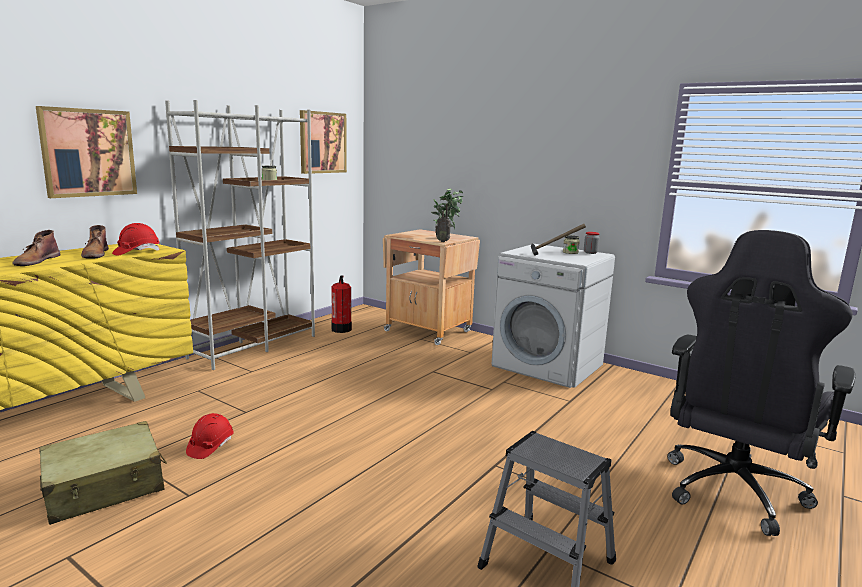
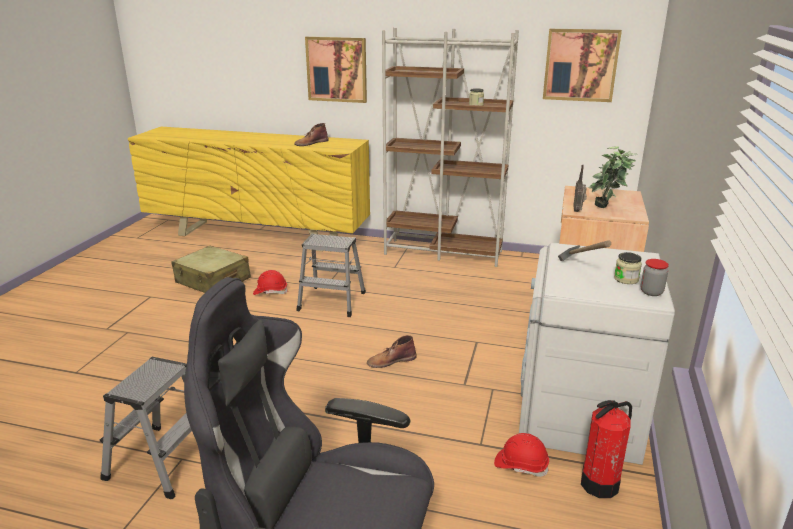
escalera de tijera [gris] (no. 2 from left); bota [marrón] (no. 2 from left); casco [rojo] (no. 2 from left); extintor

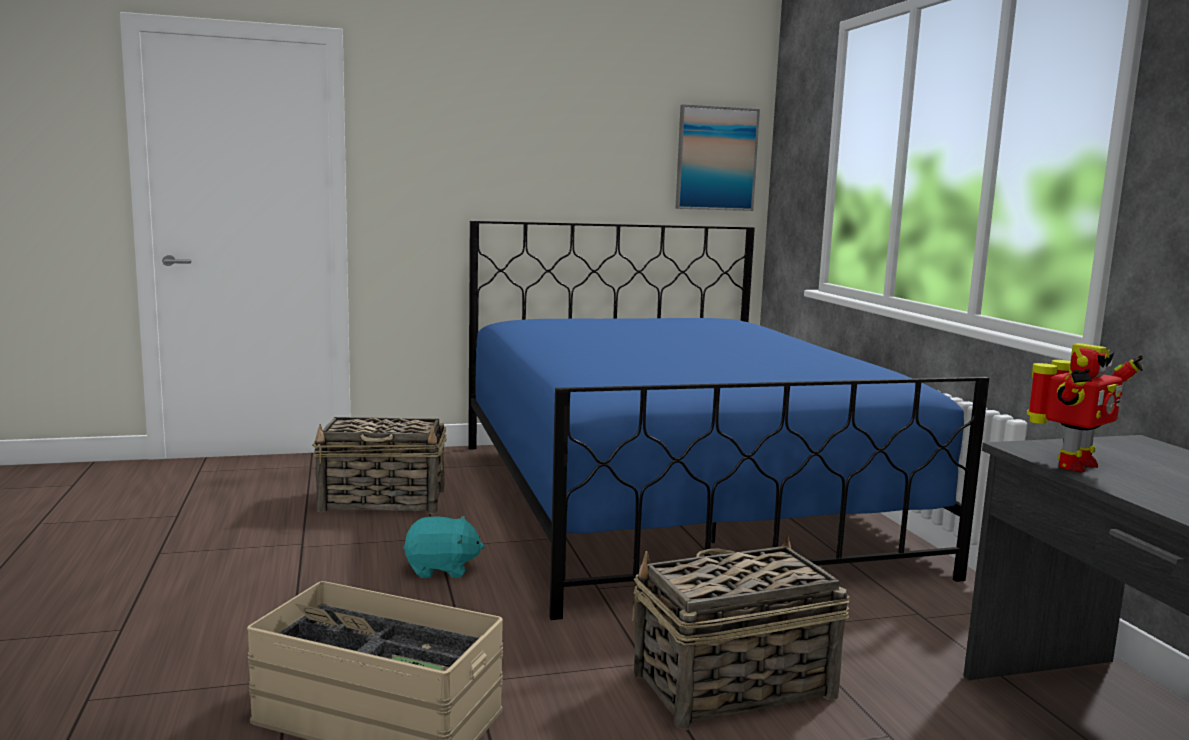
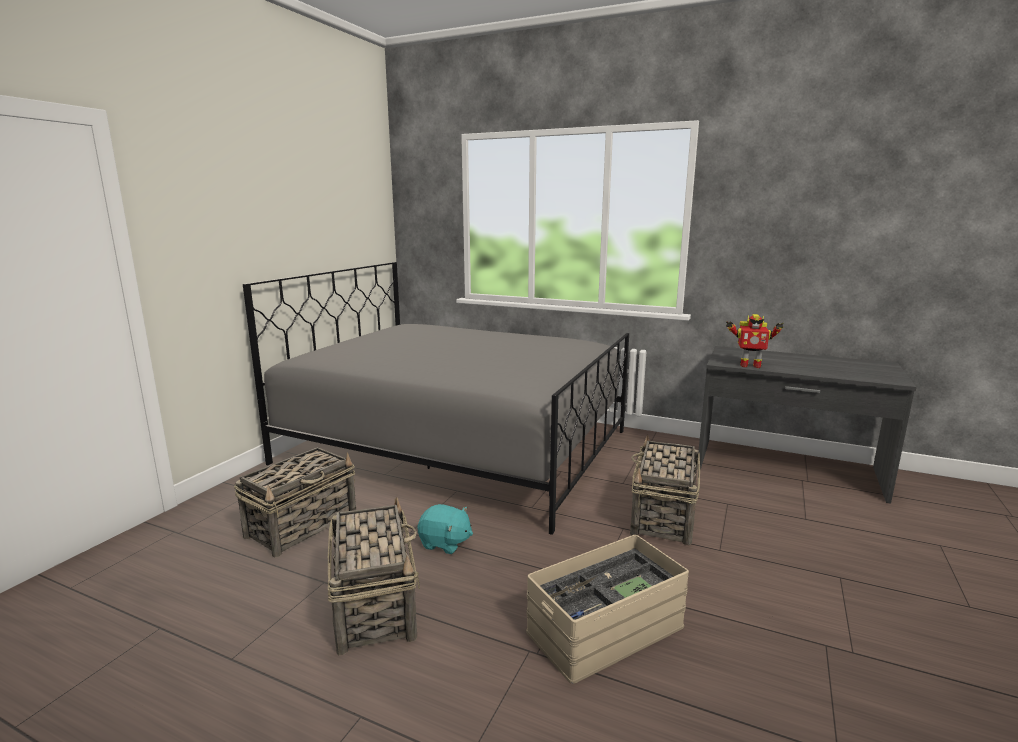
cama [gris]; cesta (no. 2 from left); peluche [turquesa]; robot de juguete; cuadro

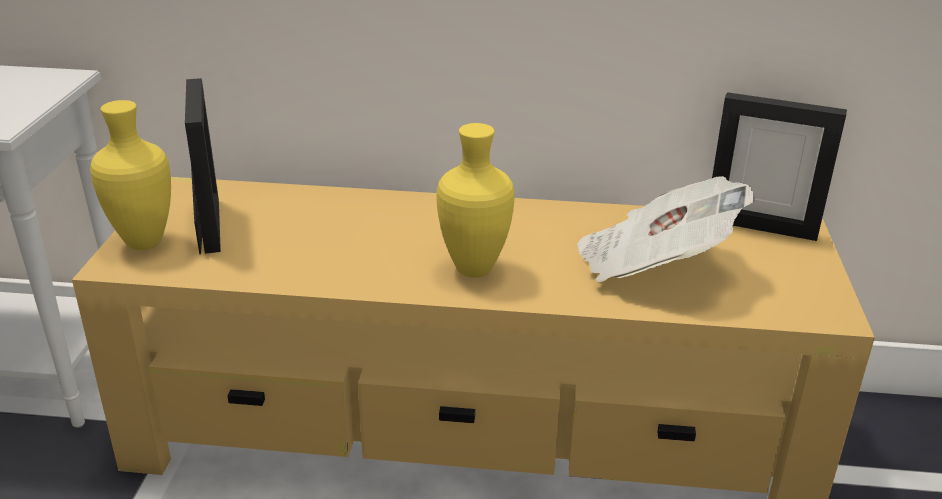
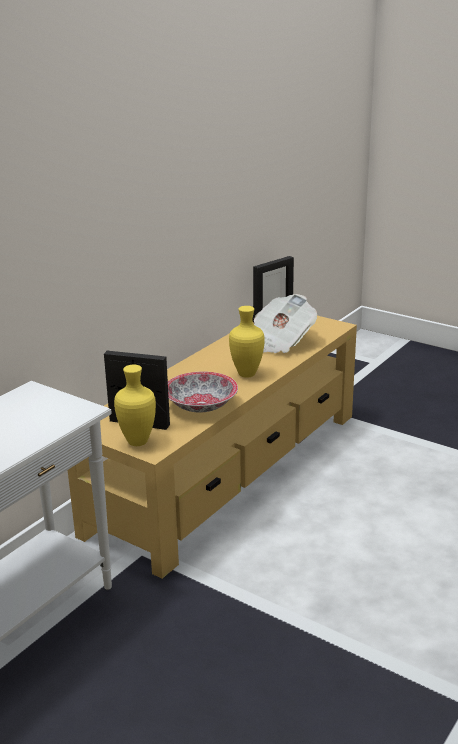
cuenco

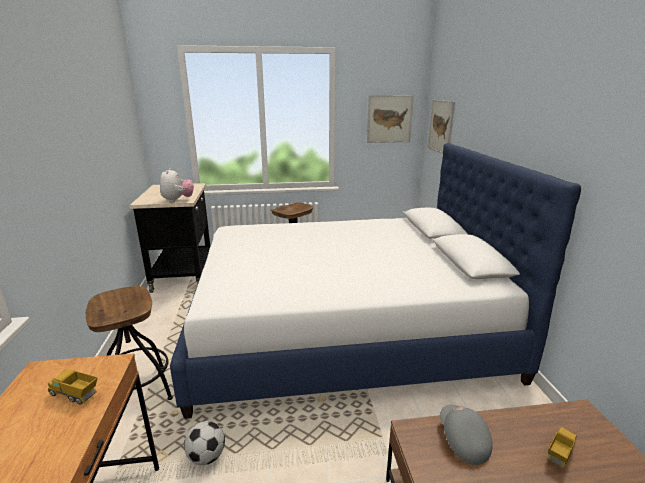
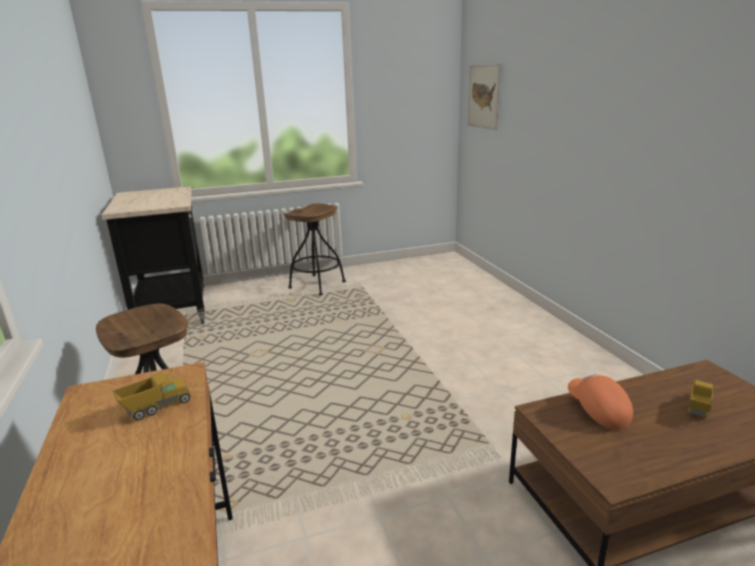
camión de juguete (no. 1 from left); gorra [naranja]; peluche; cama [blanco]; balón de fútbol; cuadro (no. 1 from left in the first image)

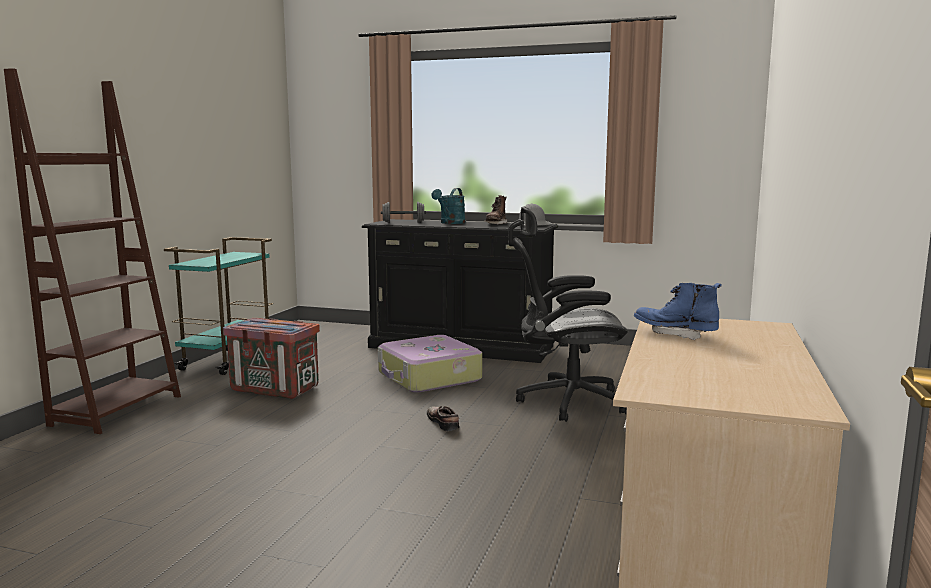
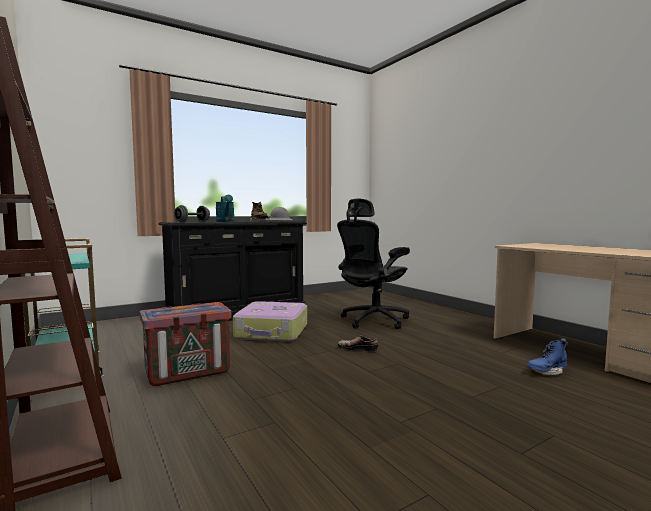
bota [azul]

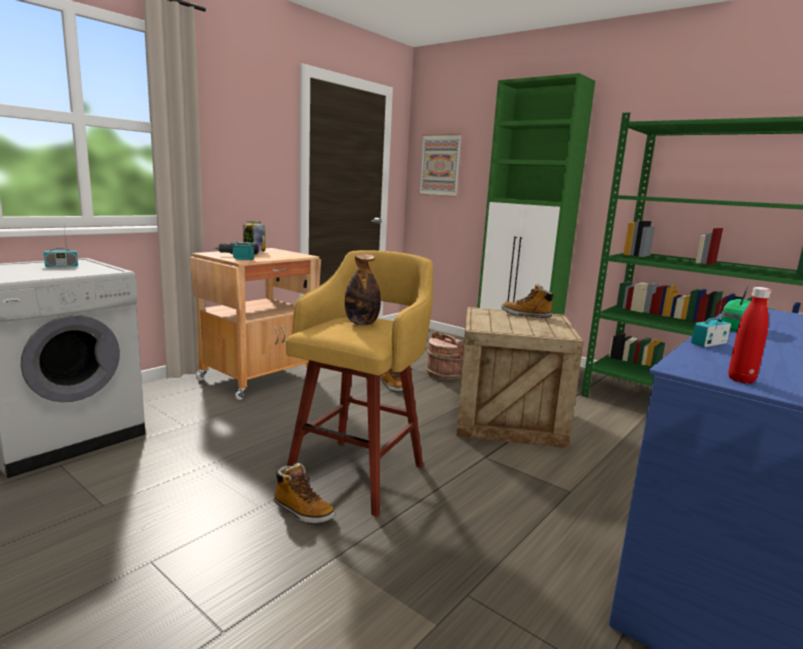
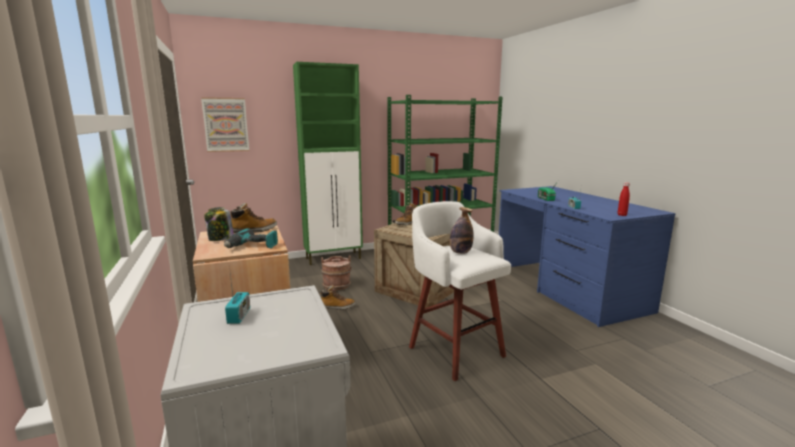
bota (no. 1 from left); taburete [blanco]

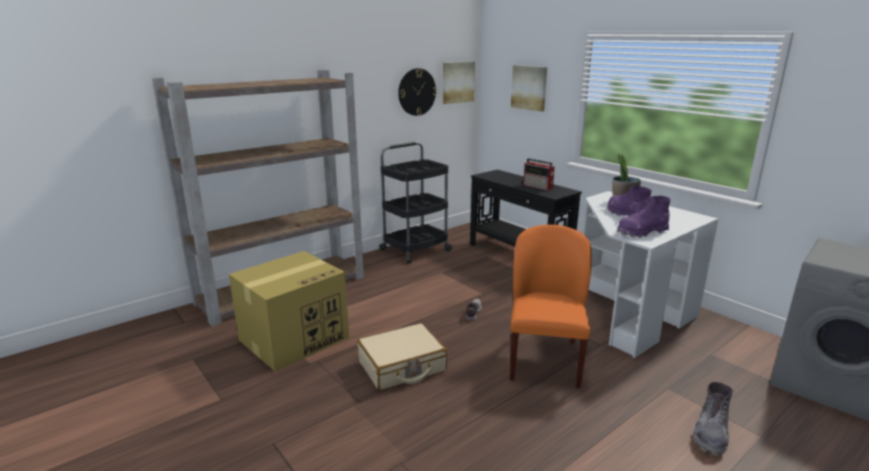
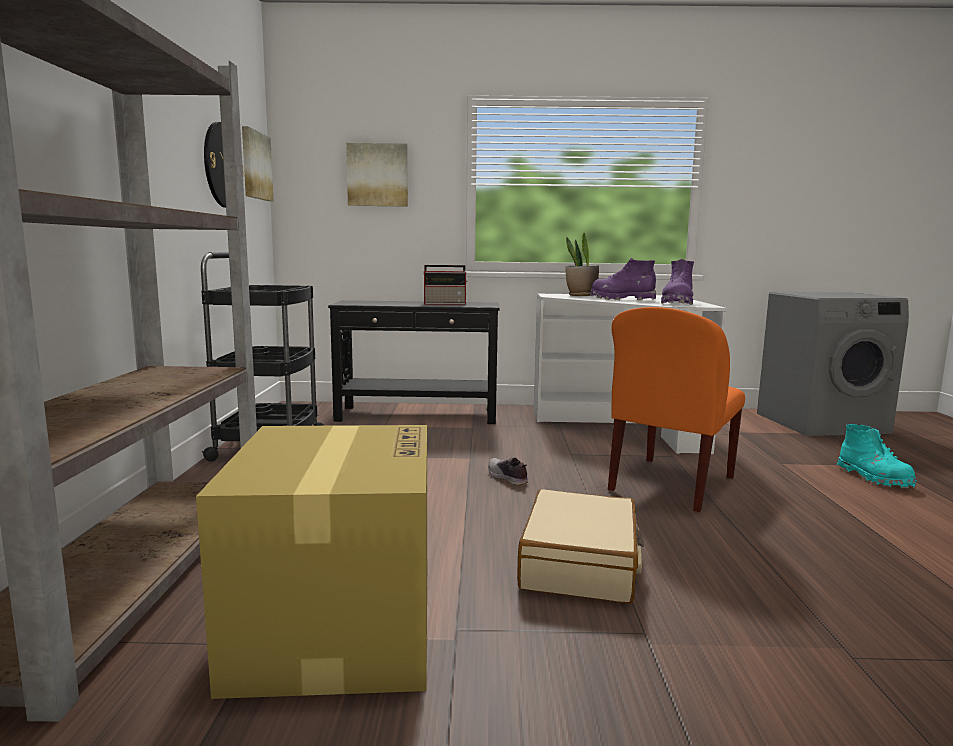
silla [naranja]; bota [turquesa]

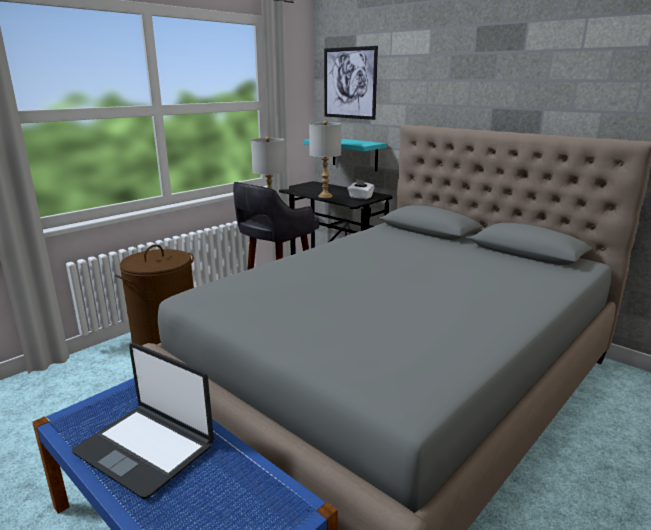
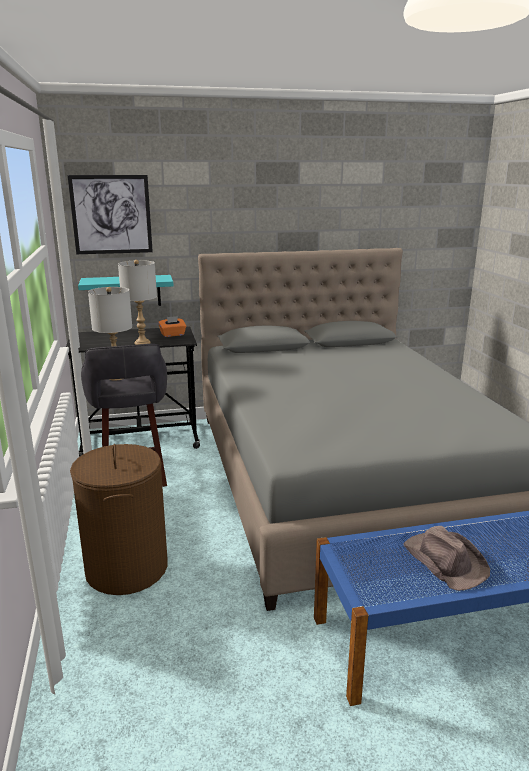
caja de pañuelos [naranja]; sombrero [marrón]

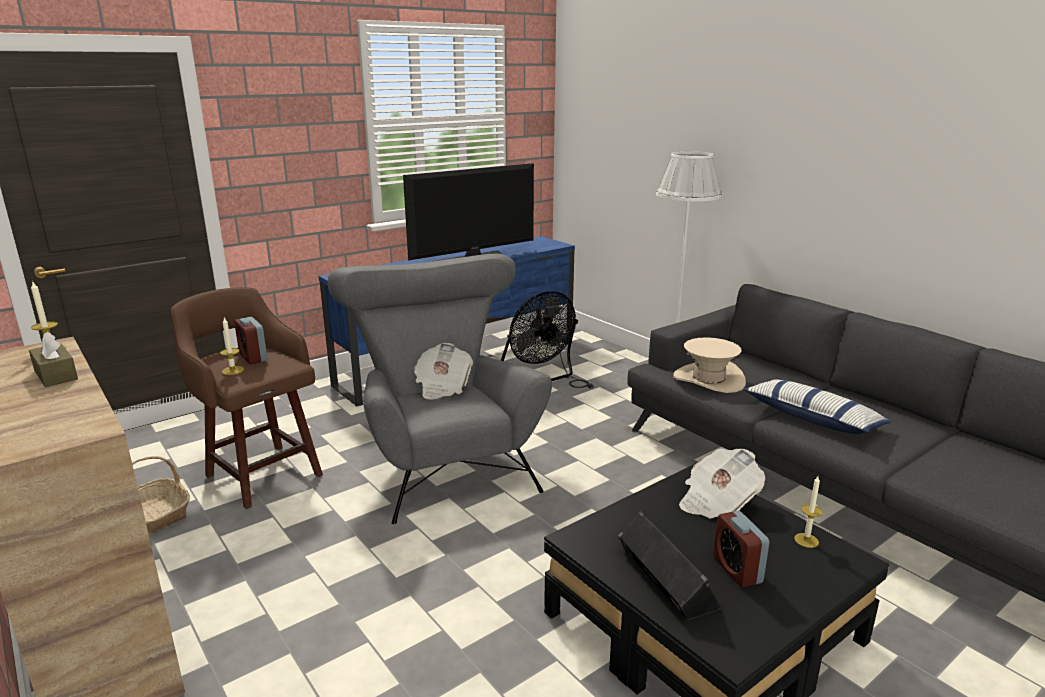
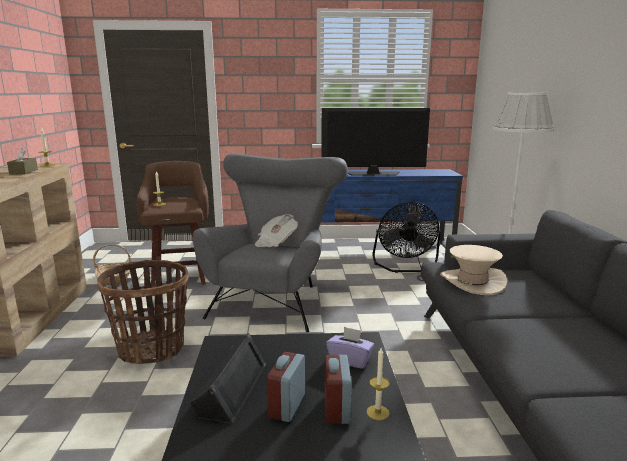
cesta (no. 2 from left); despertador (no. 2 from left); caja de pañuelos [morado]; cojín

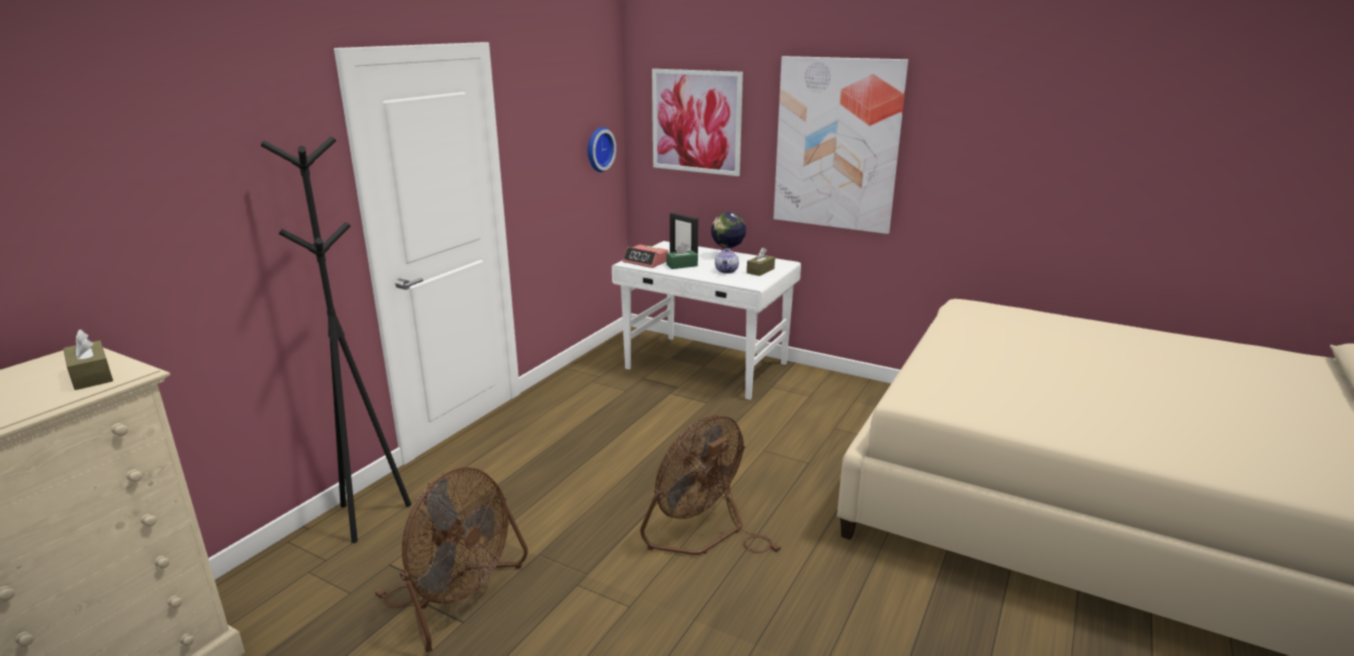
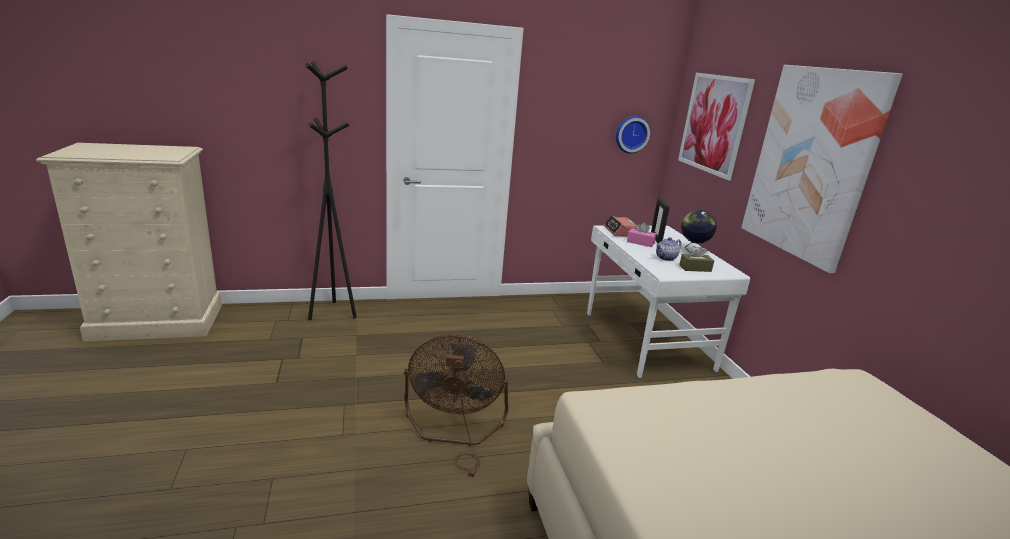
caja de pañuelos [rosa]; caja de pañuelos [marrón] (no. 1 from left in the first image); ventilador [marrón] (no. 1 from left in the first image)

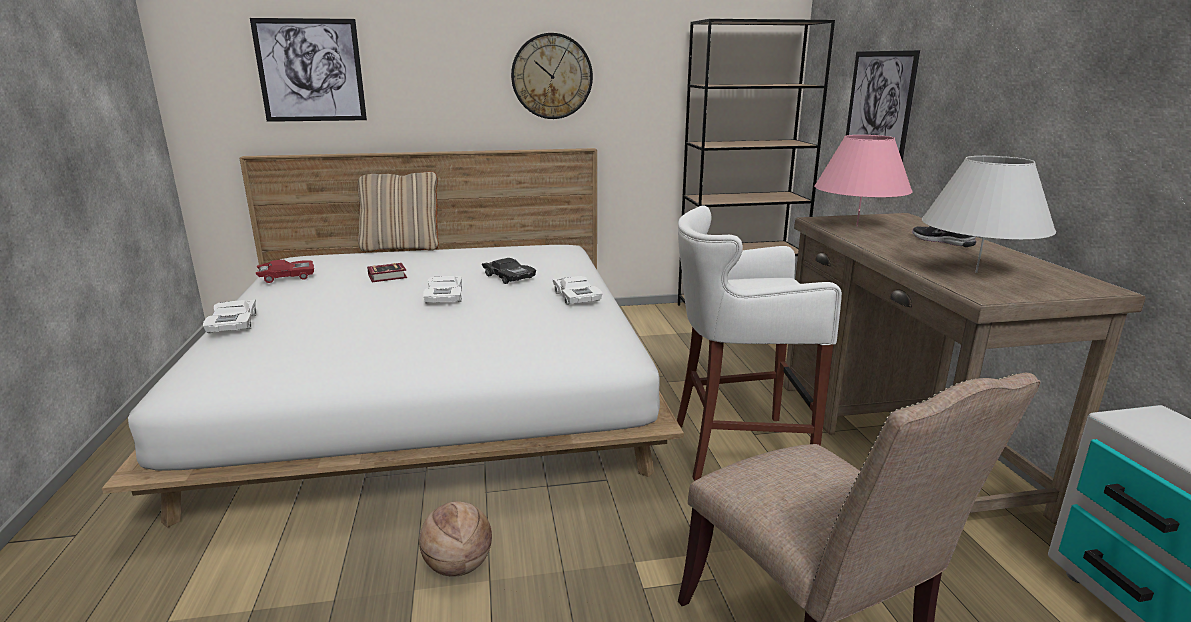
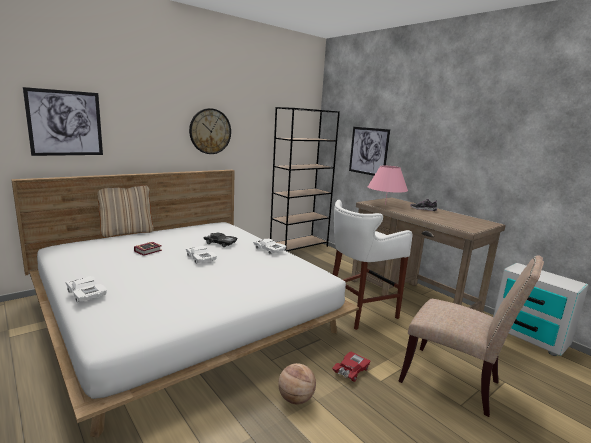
coche de juguete [rojo]; lámpara de mesa [blanco]

